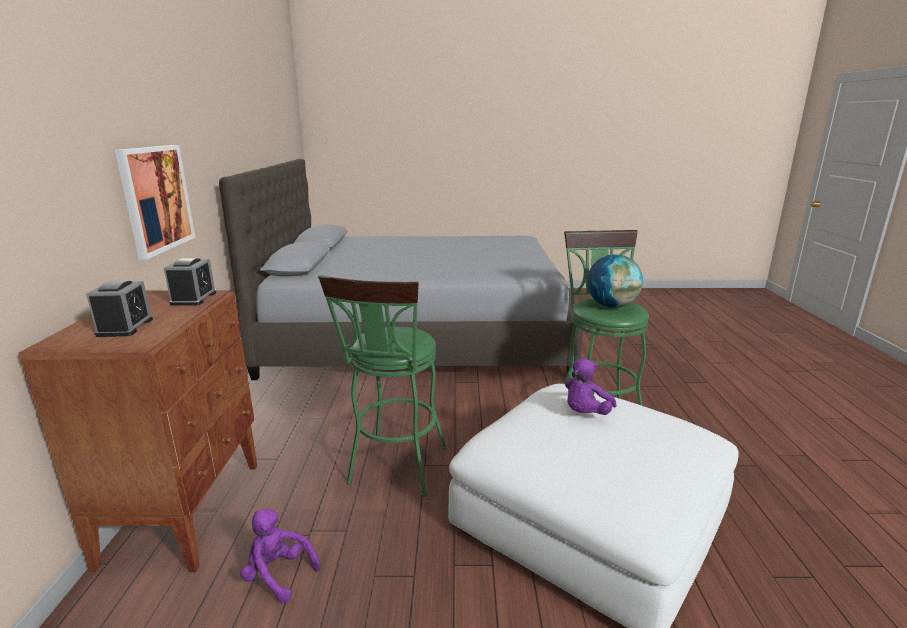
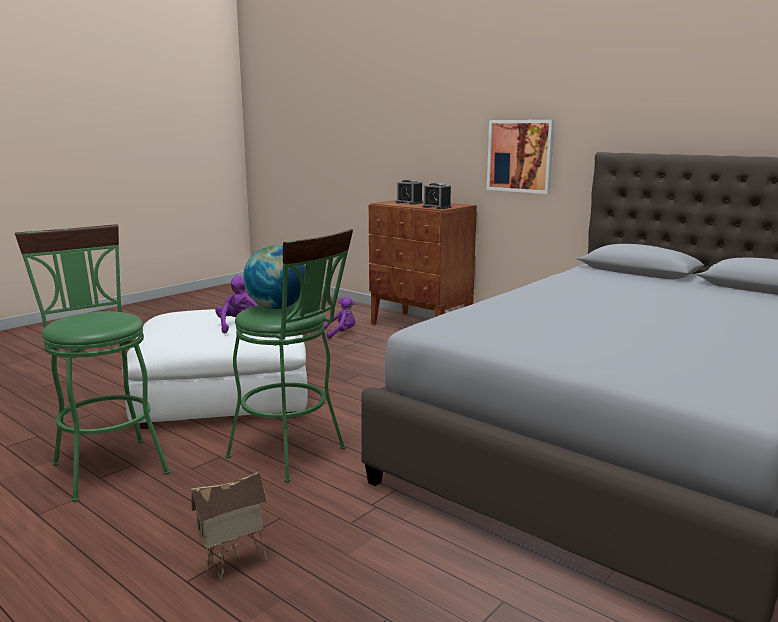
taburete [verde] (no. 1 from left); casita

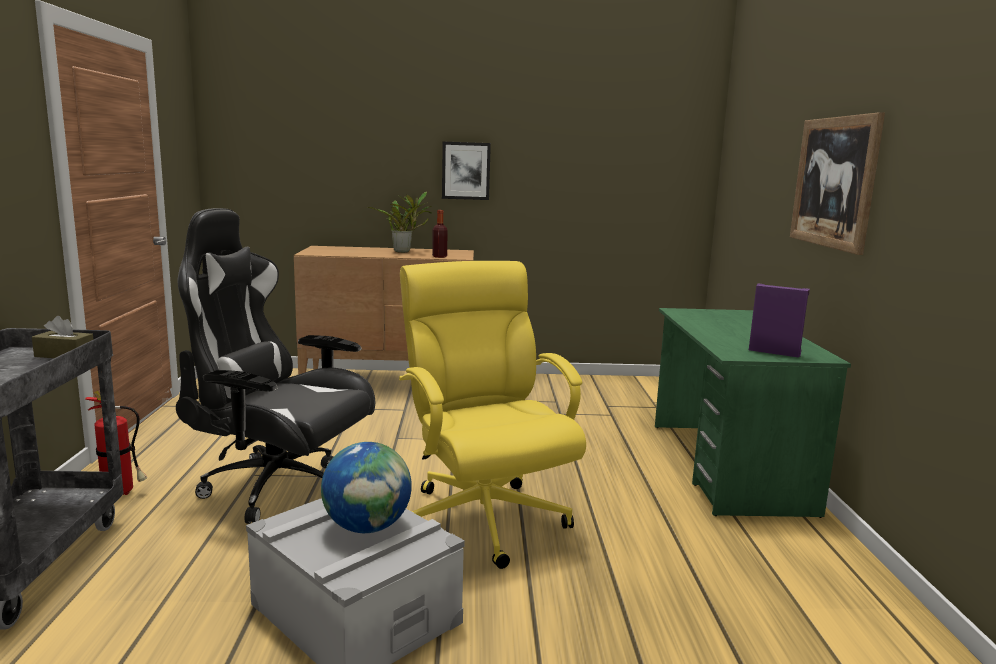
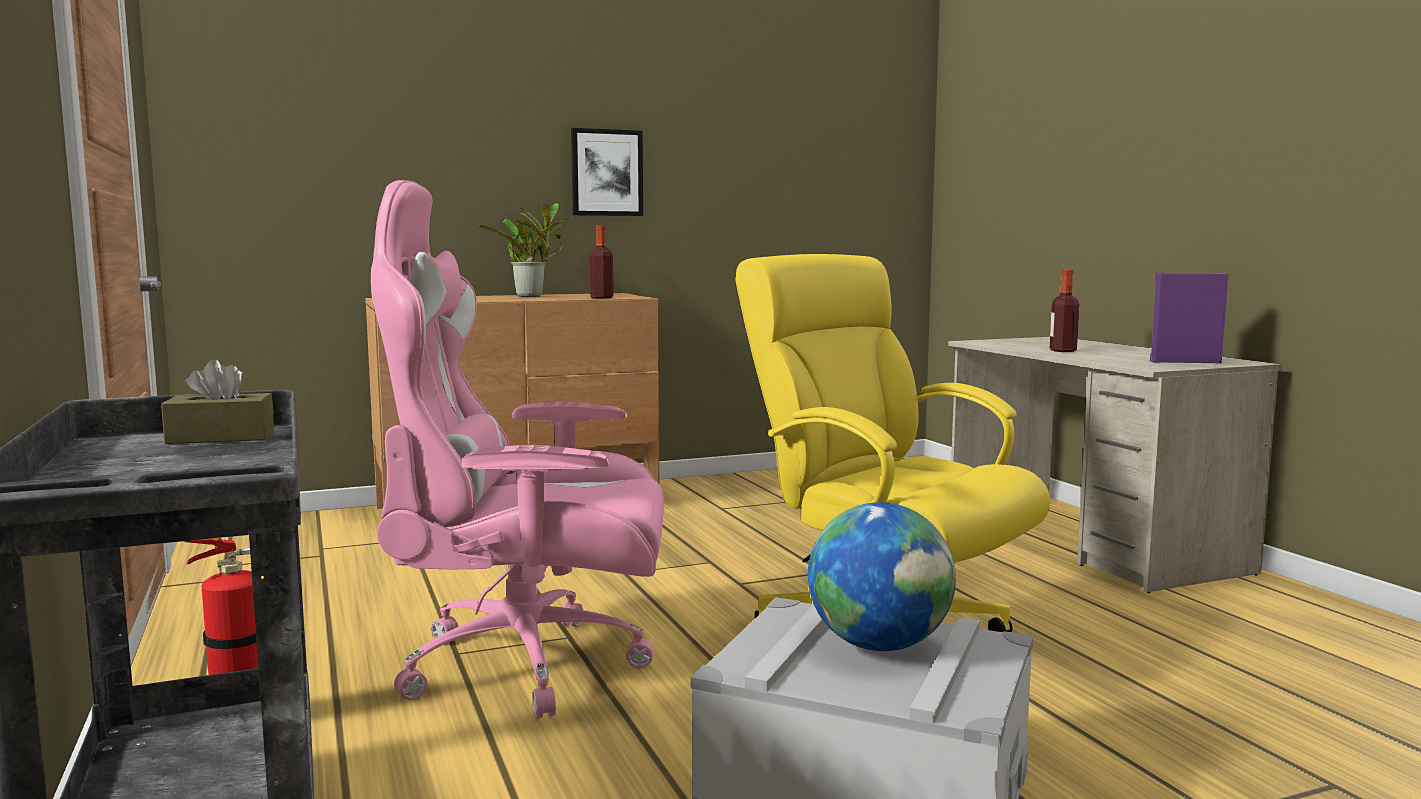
silla de oficina [rosa]; escritorio [beis]; botella (no. 2 from left); cuadro (no. 2 from left in the first image)

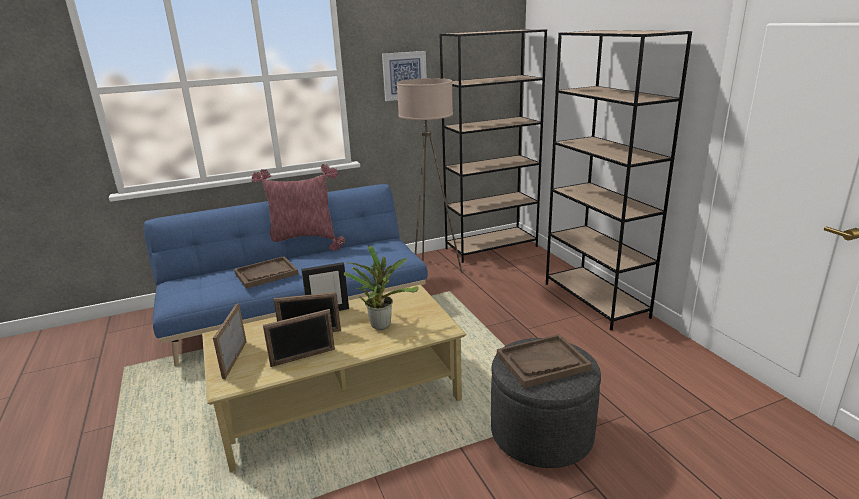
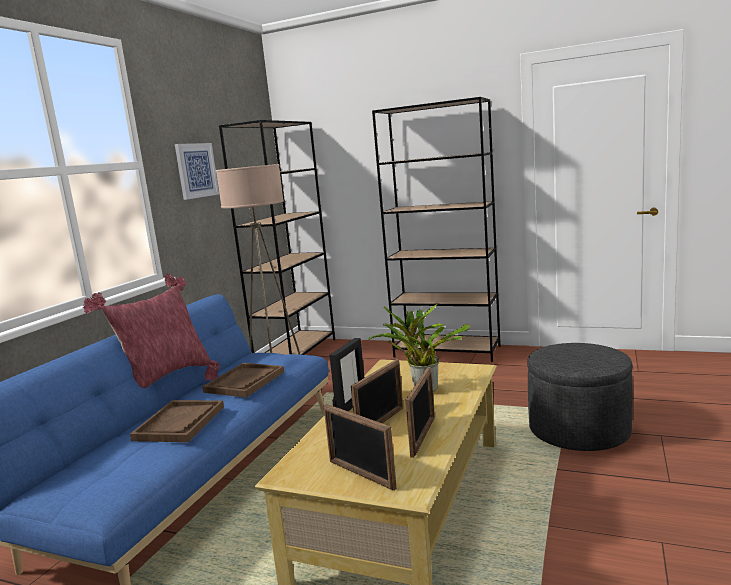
bandeja [marrón] (no. 2 from left)

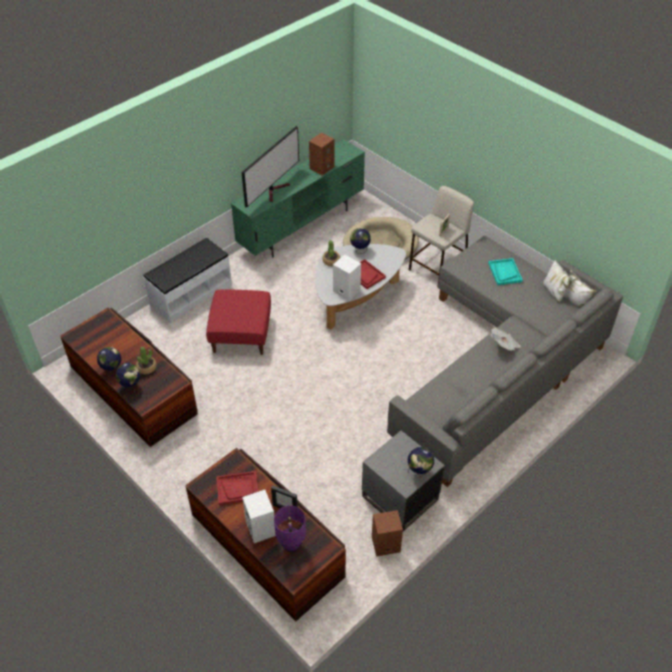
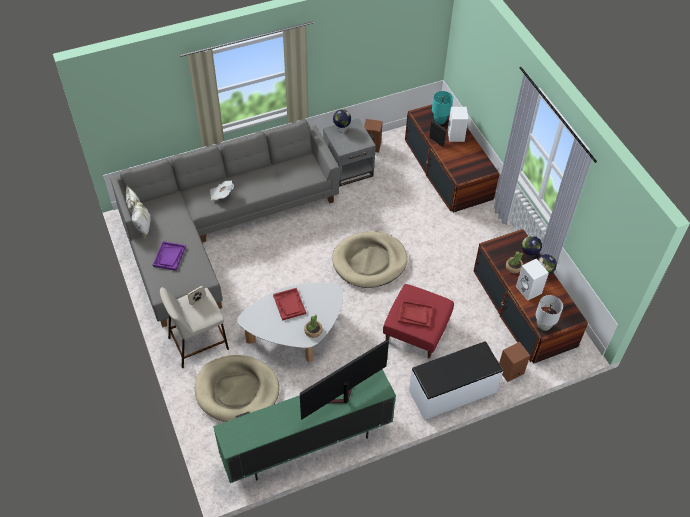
bandeja [morado]; cama para perro [beis] (no. 2 from left); bandeja [rojo] (no. 2 from left); lámpara de mesa [turquesa]; altavoz [marrón] (no. 2 from left); altavoz [blanco] (no. 2 from left); lámpara de mesa [blanco]; globo terráqueo (no. 3 from left in the first image)

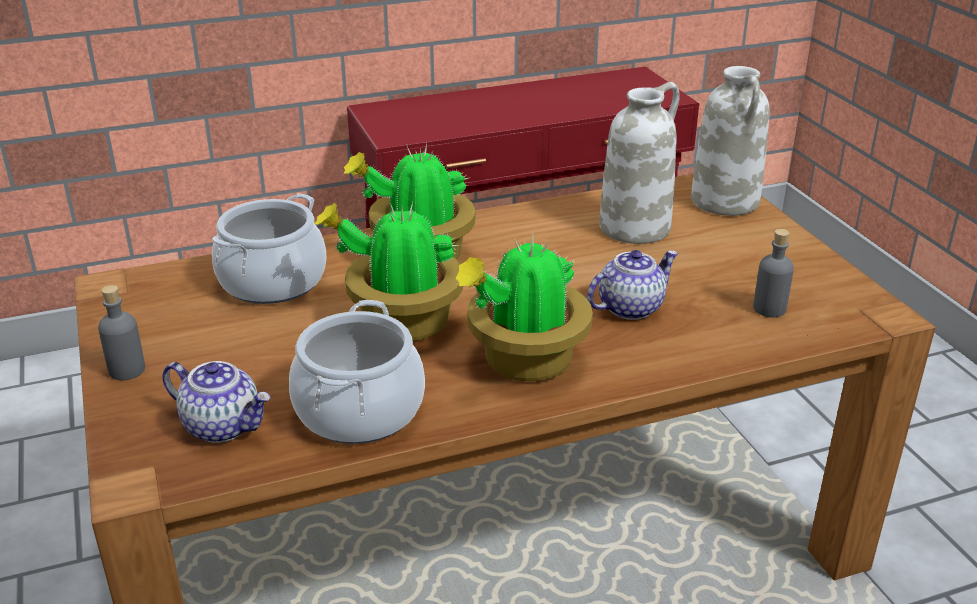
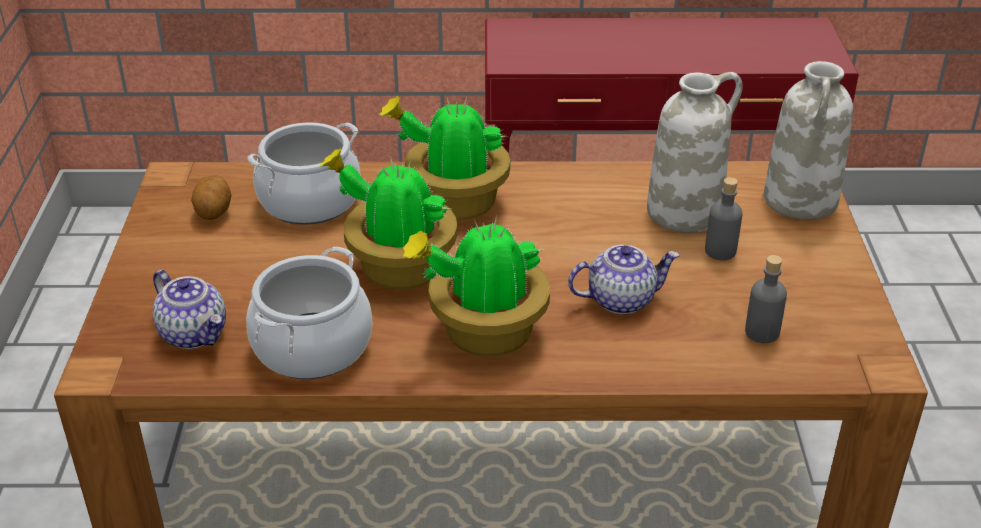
patata; botella [gris] (no. 1 from left)

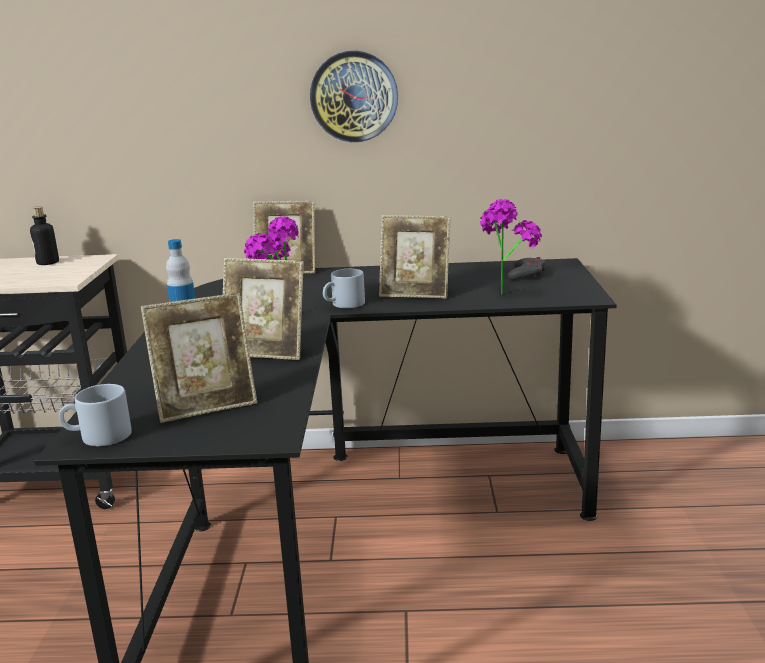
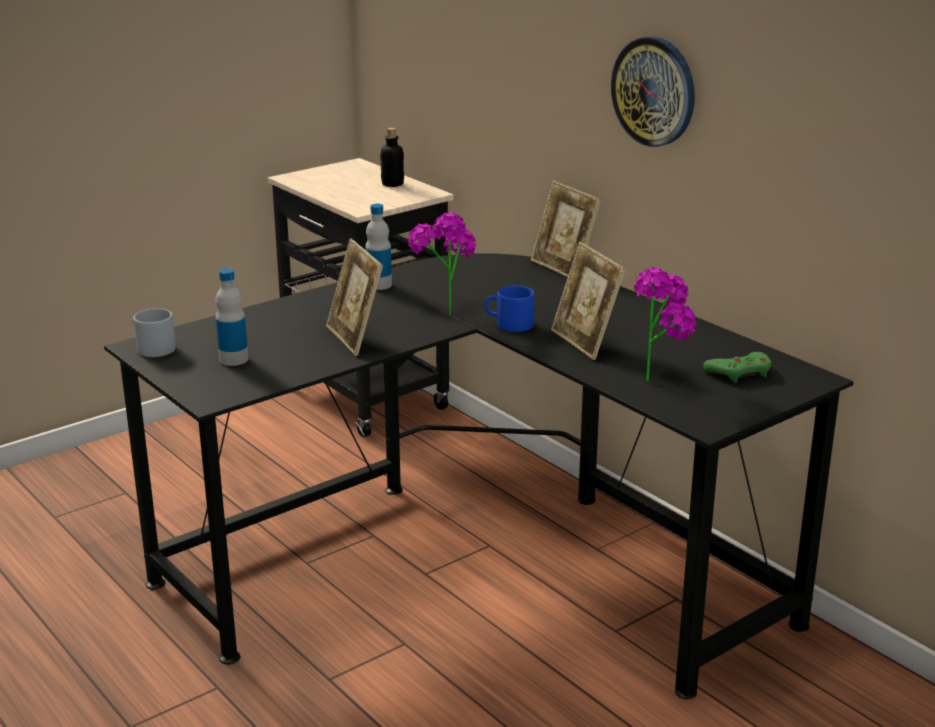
botella (no. 1 from left); taza grande [azul]; mando de consola [verde]

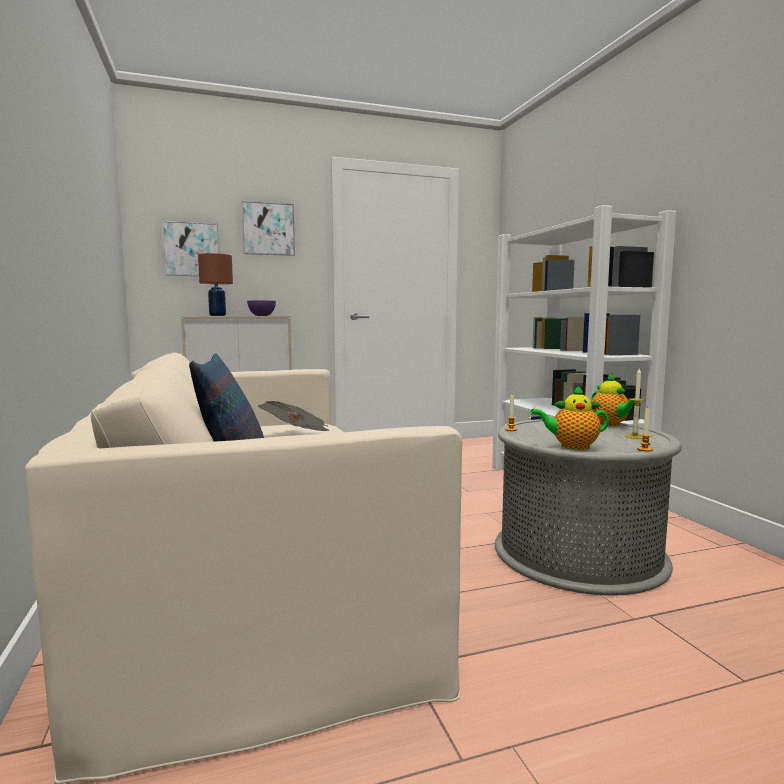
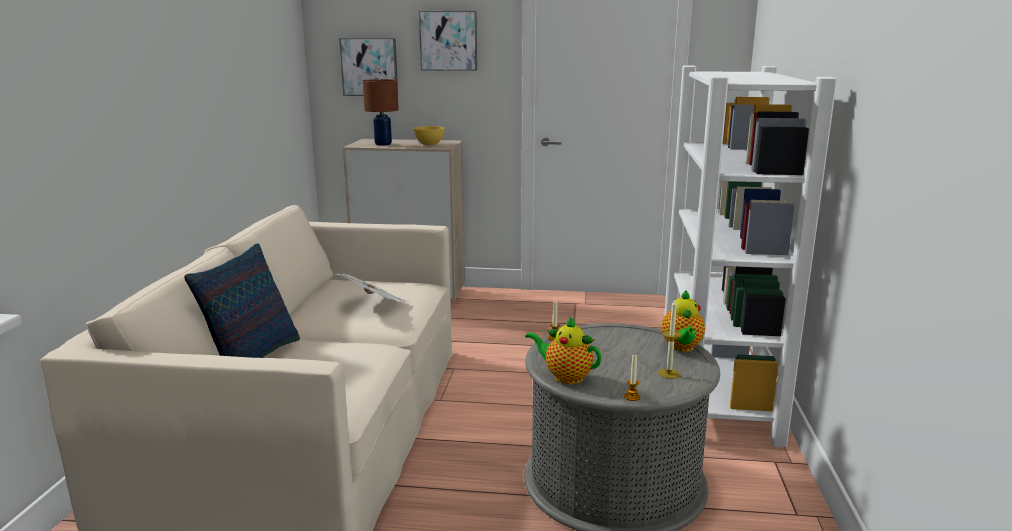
cuenco [amarillo]

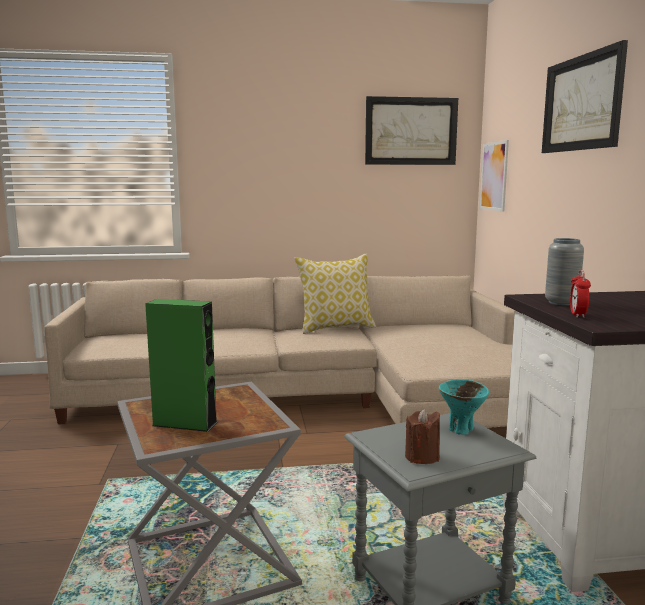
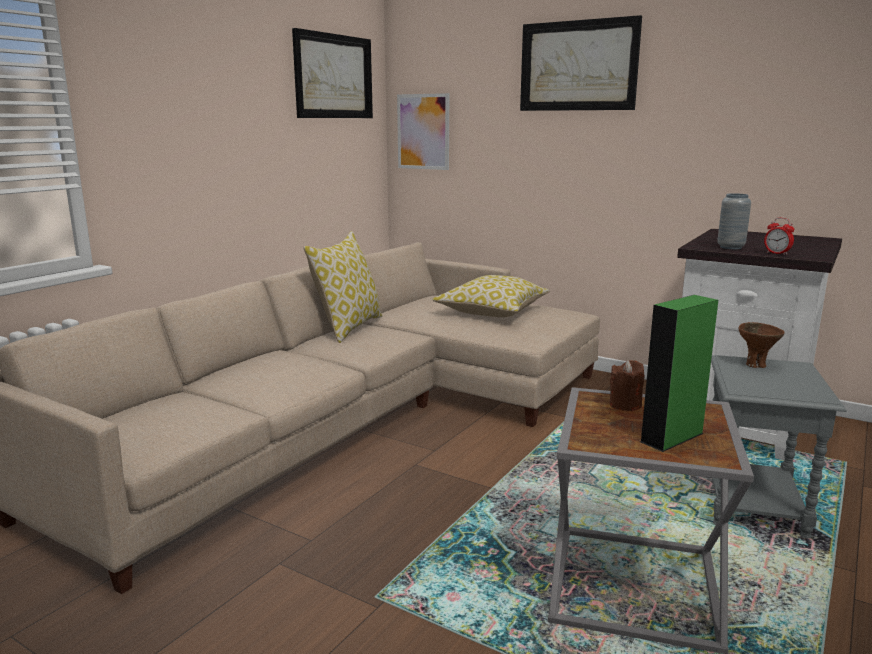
cojín (no. 2 from left); vela [marrón]; cuenco [marrón]

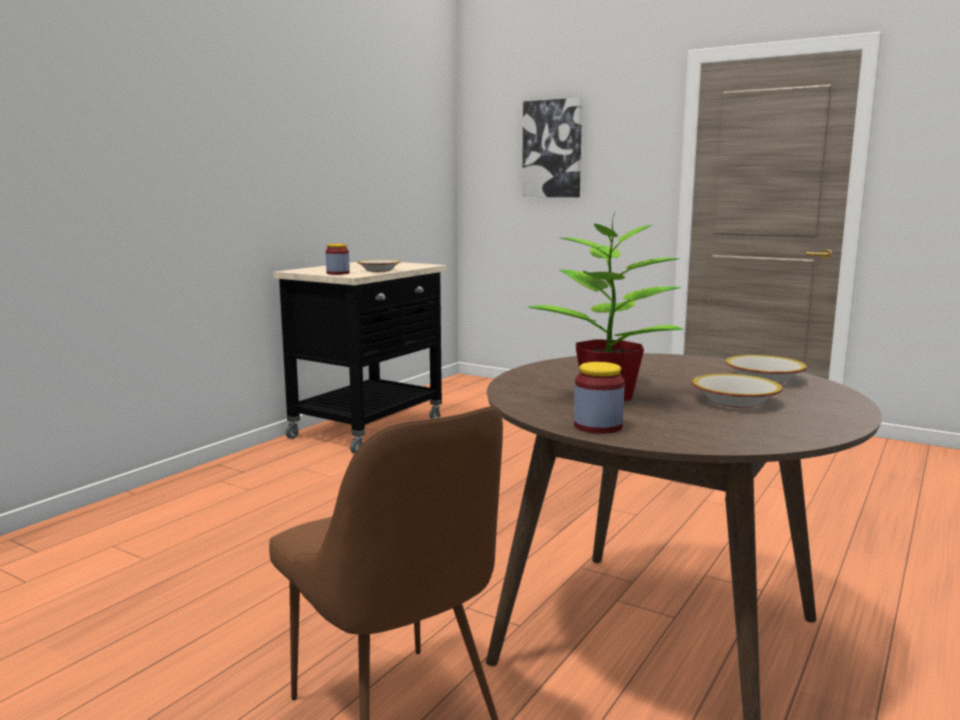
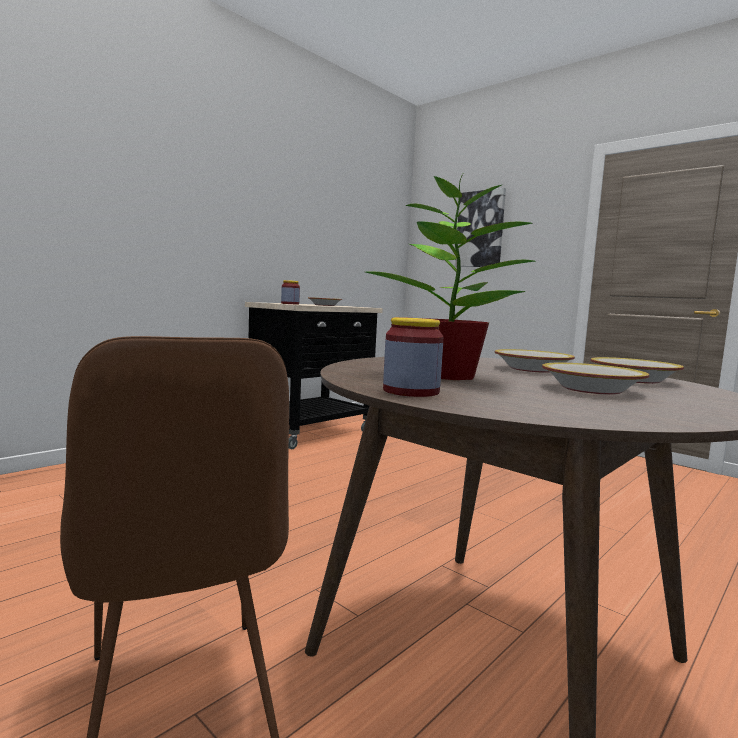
cuenco (no. 2 from left)

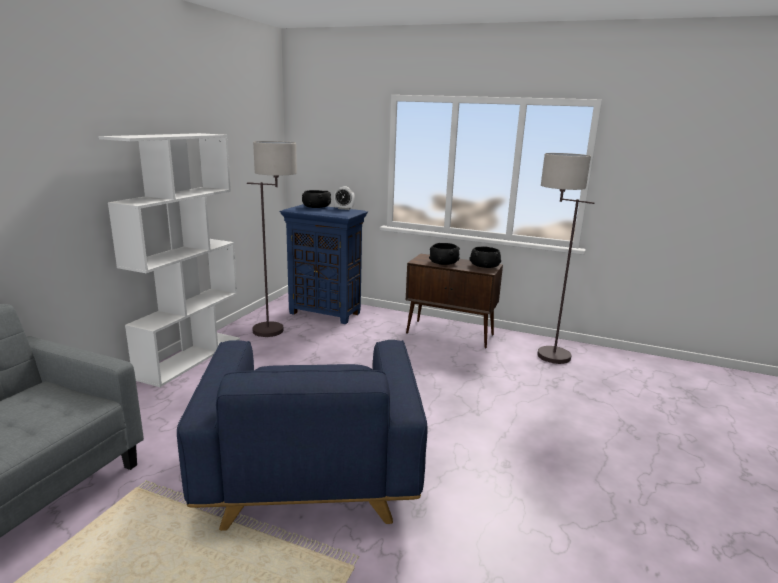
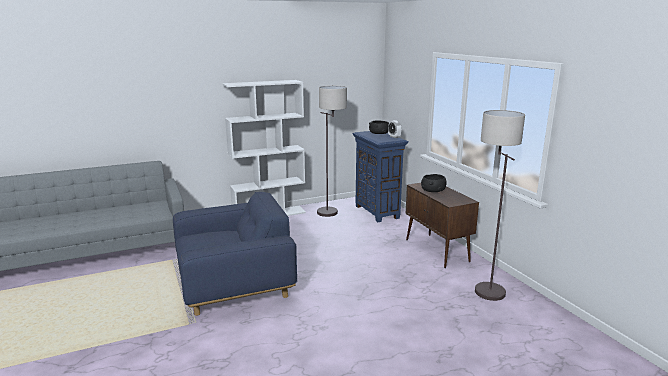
sillón [azul]; cuenco [negro] (no. 3 from left in the first image)

